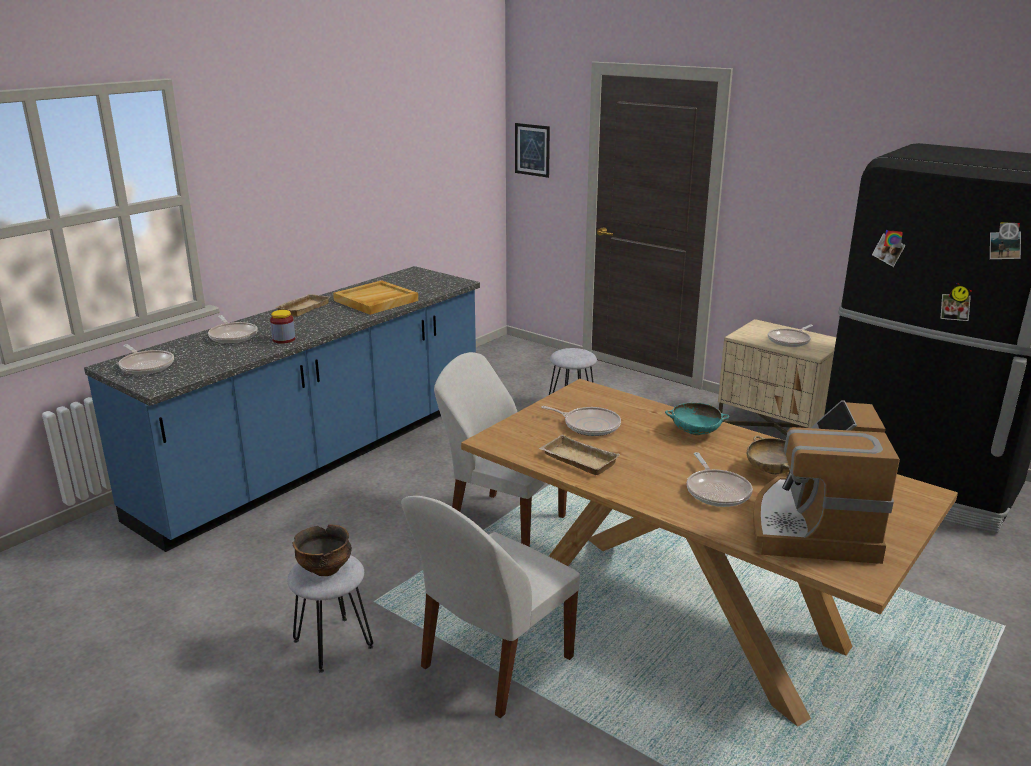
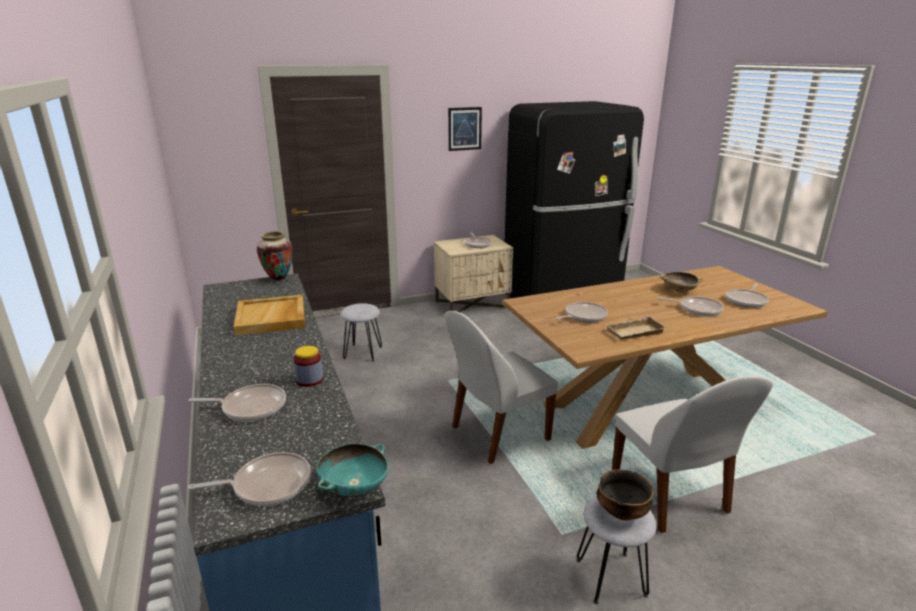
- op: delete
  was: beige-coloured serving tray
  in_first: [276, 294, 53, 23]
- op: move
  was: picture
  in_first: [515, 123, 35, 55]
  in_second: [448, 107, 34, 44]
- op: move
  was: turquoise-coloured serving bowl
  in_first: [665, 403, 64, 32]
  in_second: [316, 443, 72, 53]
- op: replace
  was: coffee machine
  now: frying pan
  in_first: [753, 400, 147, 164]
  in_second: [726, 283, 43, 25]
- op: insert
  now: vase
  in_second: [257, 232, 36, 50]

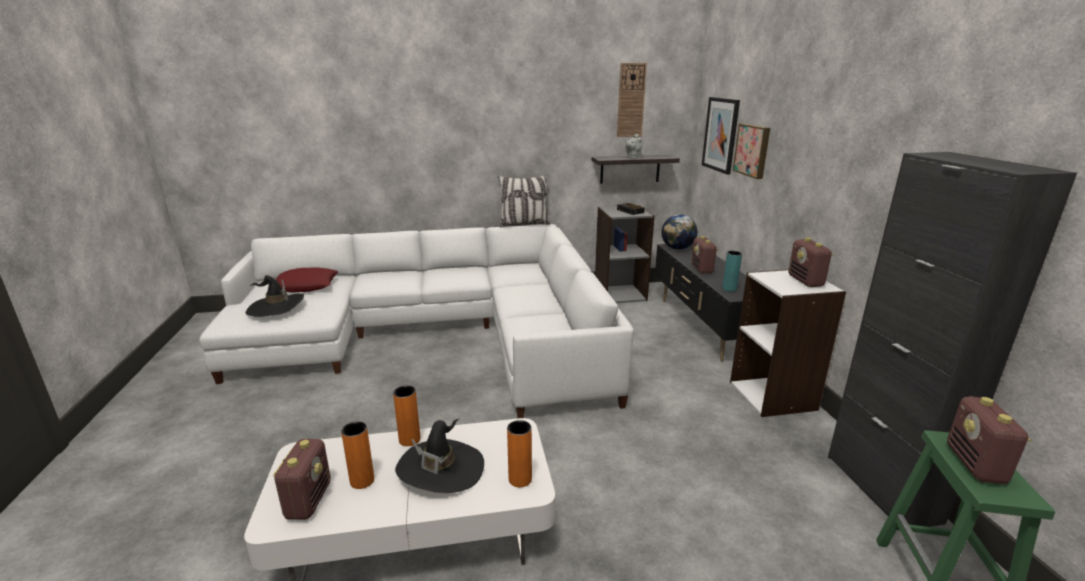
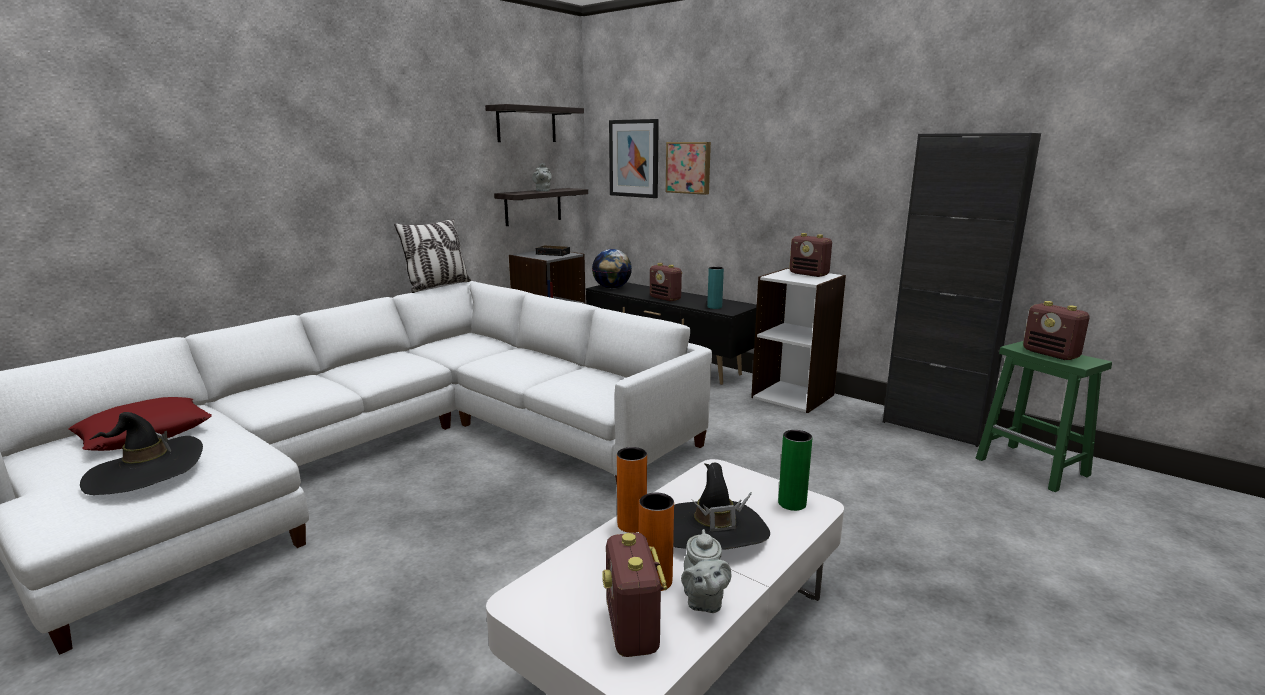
- op: rotate
  was: radio receiver
  in_first: [273, 439, 58, 81]
  in_second: [602, 533, 65, 124]
  clockwise: -150
- op: recolor
  was: orange-coloured vase
  now: greenish vase
  in_first: [507, 420, 25, 67]
  in_second: [778, 430, 35, 81]
- op: replace
  was: clock on the wall
  now: wall shelf
  in_first: [617, 63, 30, 74]
  in_second: [485, 104, 99, 38]
- op: insert
  now: greyish pot for tea
  in_second: [681, 529, 50, 84]

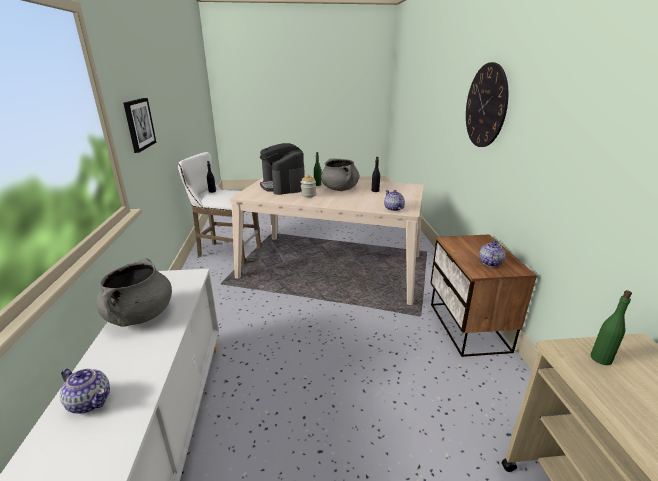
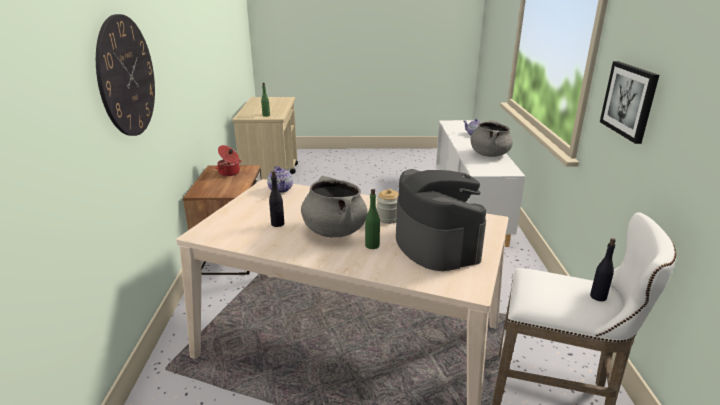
- op: replace
  was: pot for tea
  now: cooking pot
  in_first: [479, 240, 26, 27]
  in_second: [215, 145, 27, 31]

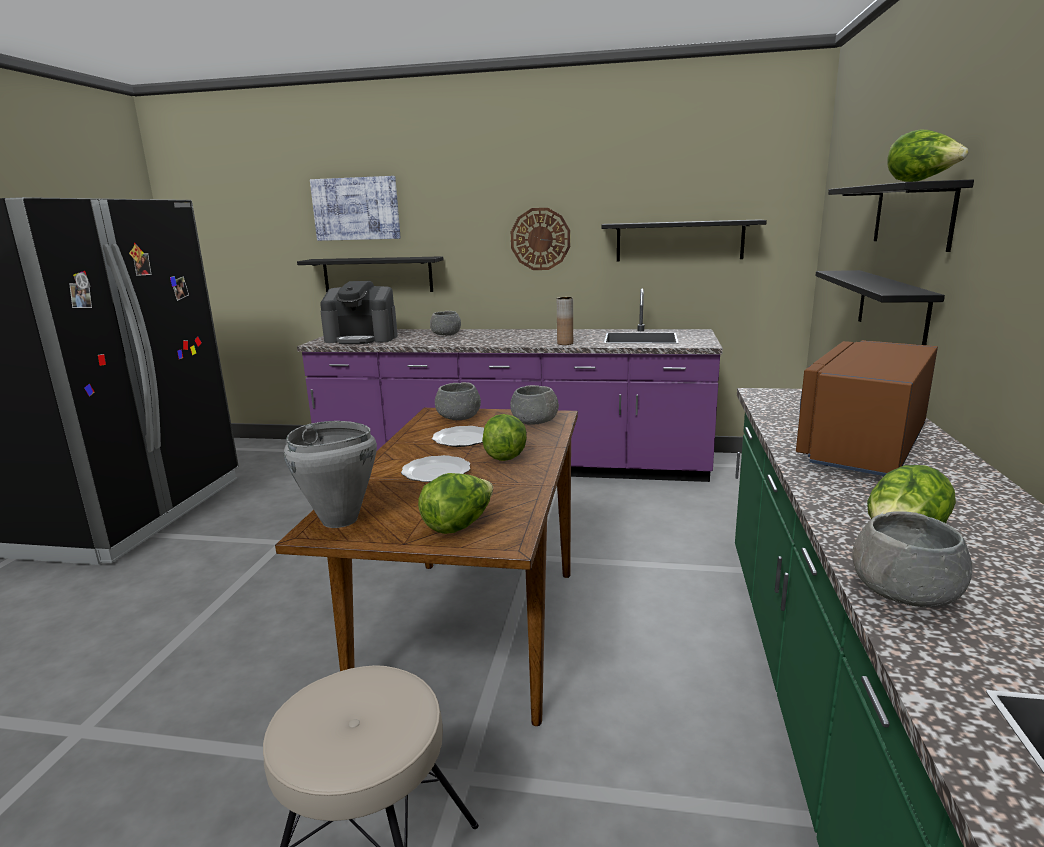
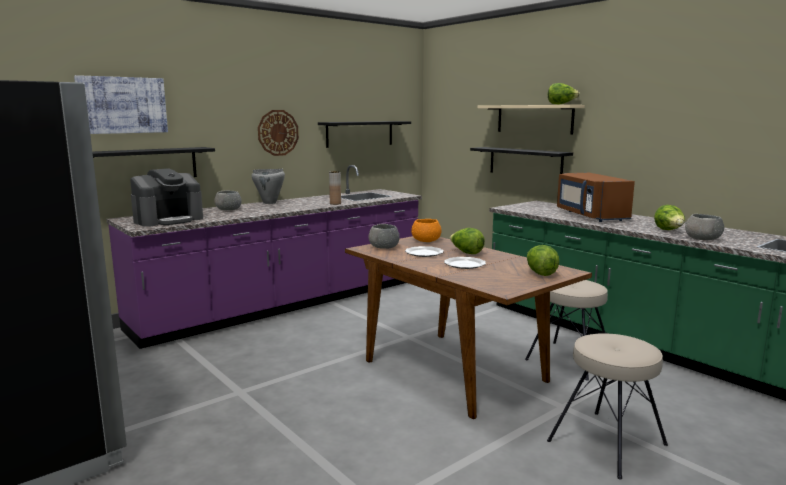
- op: move
  was: greyish cooking pot
  in_first: [284, 421, 93, 107]
  in_second: [252, 169, 33, 35]
- op: recolor
  was: greyish serving bowl
  now: orange-coloured serving bowl
  in_first: [510, 385, 49, 40]
  in_second: [411, 219, 30, 23]
- op: recolor
  was: black-coloured wall shelf
  now: beige-coloured wall shelf
  in_first: [828, 179, 146, 73]
  in_second: [477, 105, 108, 29]
- op: insert
  now: beige-coloured stool
  in_second: [525, 280, 83, 101]

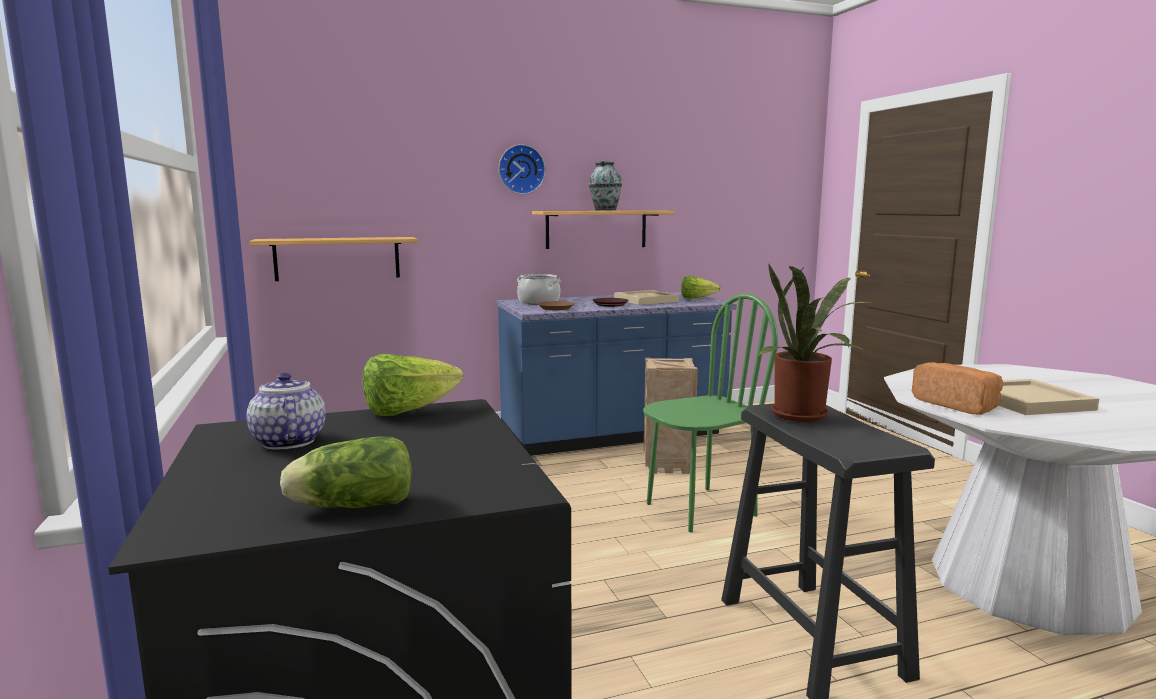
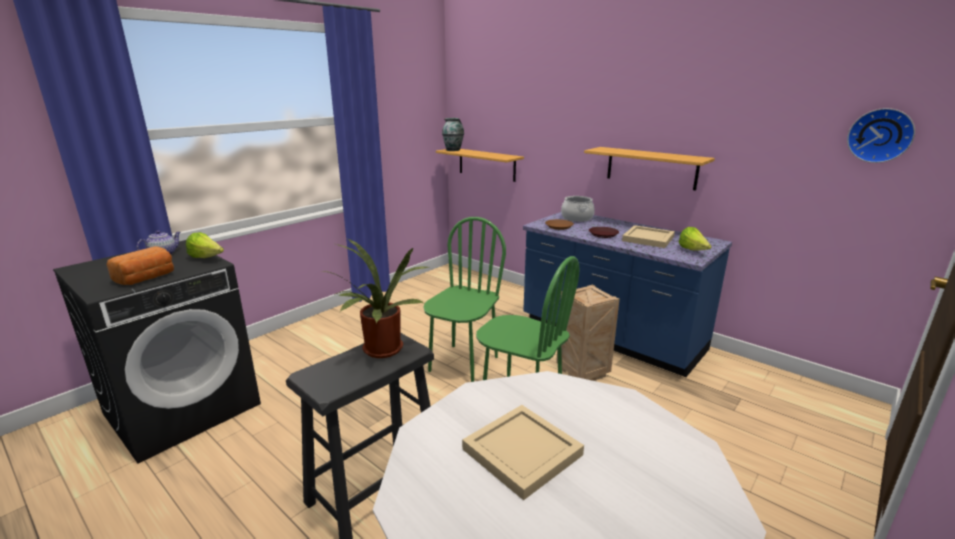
- op: delete
  was: lettuce
  in_first: [280, 436, 132, 72]
- op: move
  was: clock on the wall
  in_first: [498, 144, 48, 50]
  in_second: [847, 108, 68, 55]
- op: move
  was: vase
  in_first: [589, 161, 33, 50]
  in_second: [442, 118, 22, 33]
- op: move
  was: bakery bread
  in_first: [912, 362, 91, 53]
  in_second: [107, 246, 67, 39]
- op: insert
  now: greenish upright chair
  in_second: [423, 217, 83, 165]

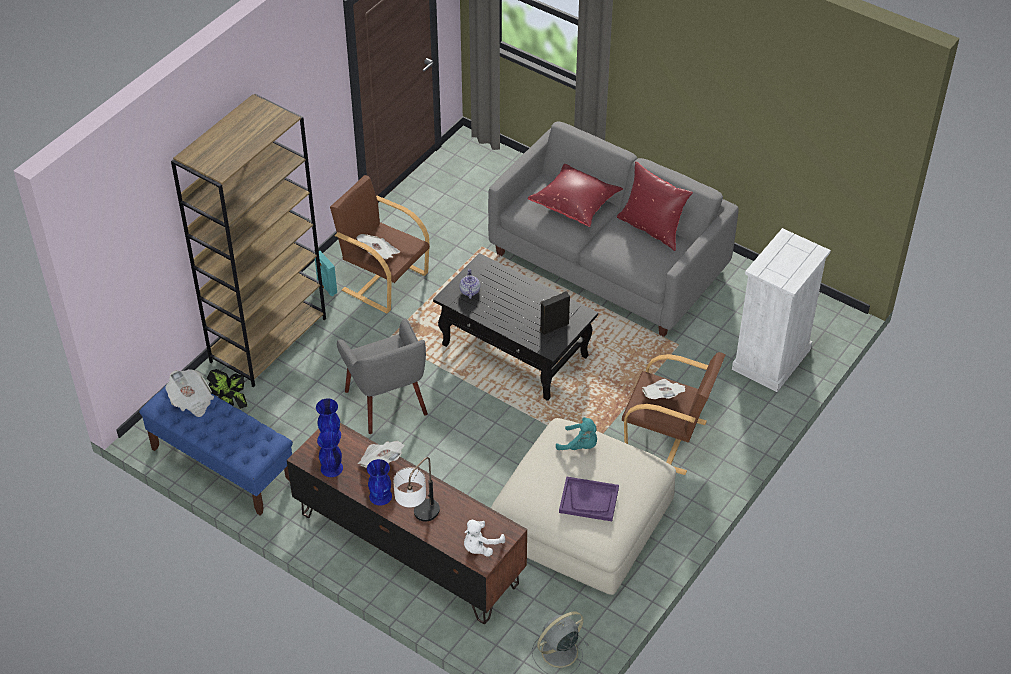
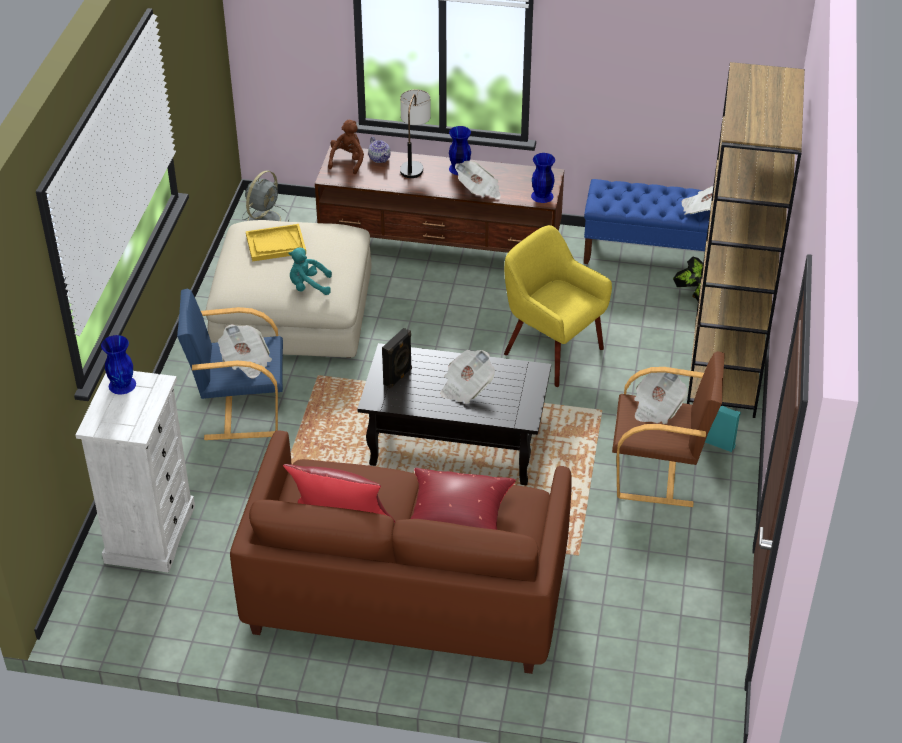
- op: move
  was: bluish vase
  in_first: [317, 431, 26, 46]
  in_second: [101, 335, 35, 60]
- op: recolor
  was: greyish easy chair
  now: yellow-coloured easy chair
  in_first: [337, 319, 91, 115]
  in_second: [504, 225, 108, 162]
- op: move
  was: pot for tea
  in_first: [460, 269, 20, 30]
  in_second: [368, 137, 23, 26]
- op: recolor
  was: white plush toy
  now: brownish plush toy
  in_first: [464, 520, 41, 36]
  in_second: [328, 120, 36, 54]
- op: recolor
  was: greyish couch
  now: brownish couch
  in_first: [488, 121, 251, 216]
  in_second: [230, 430, 342, 244]
- op: recolor
  was: purple serving tray
  now: yellow-coloured serving tray
  in_first: [559, 476, 60, 45]
  in_second: [246, 224, 60, 38]
- op: recolor
  was: brownish easy chair
  now: bluish easy chair
  in_first: [622, 352, 103, 123]
  in_second: [177, 289, 106, 151]
- op: insert
  now: printed paper
  in_second: [440, 350, 55, 53]

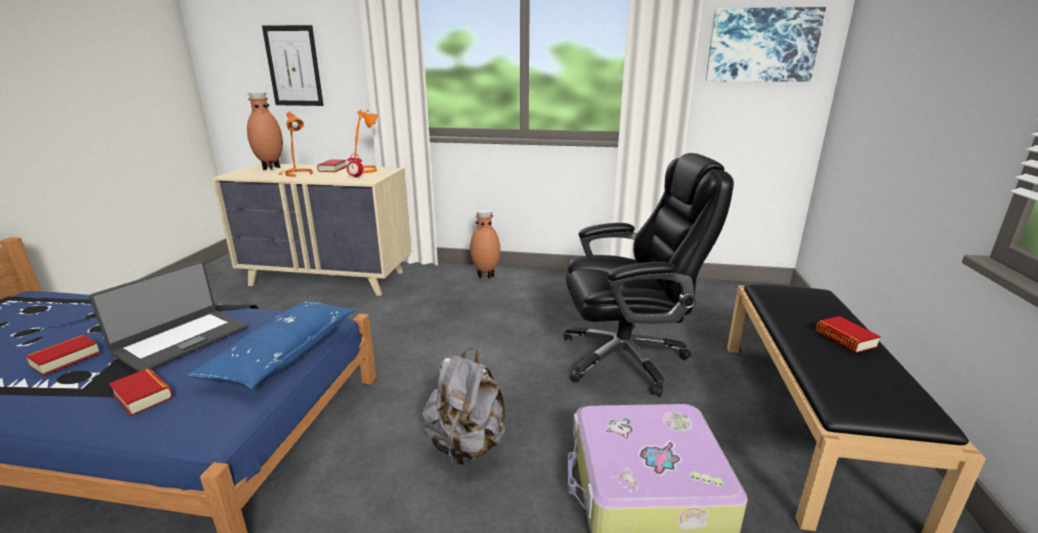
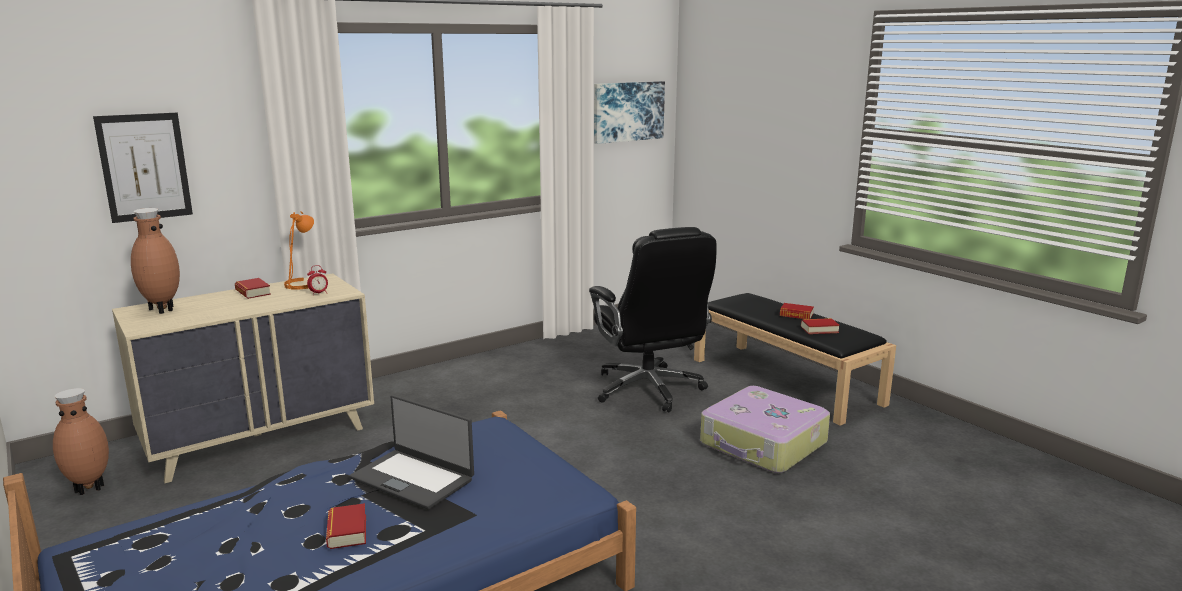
- op: rotate
  was: notebook computer
  in_first: [89, 261, 158, 111]
  in_second: [350, 395, 124, 114]
  clockwise: 135
- op: move
  was: volume
  in_first: [109, 368, 64, 48]
  in_second: [801, 318, 39, 16]
- op: delete
  was: bluish cushion
  in_first: [186, 301, 169, 88]
- op: delete
  was: orange-coloured table lamp
  in_first: [278, 111, 35, 66]
- op: delete
  was: greyish knapsack
  in_first: [422, 347, 83, 118]
- op: move
  was: brownish vase
  in_first: [470, 209, 30, 70]
  in_second: [53, 388, 56, 107]
- op: rotate
  was: black-coloured office chair
  in_first: [564, 153, 170, 244]
  in_second: [589, 227, 128, 185]
  clockwise: 120

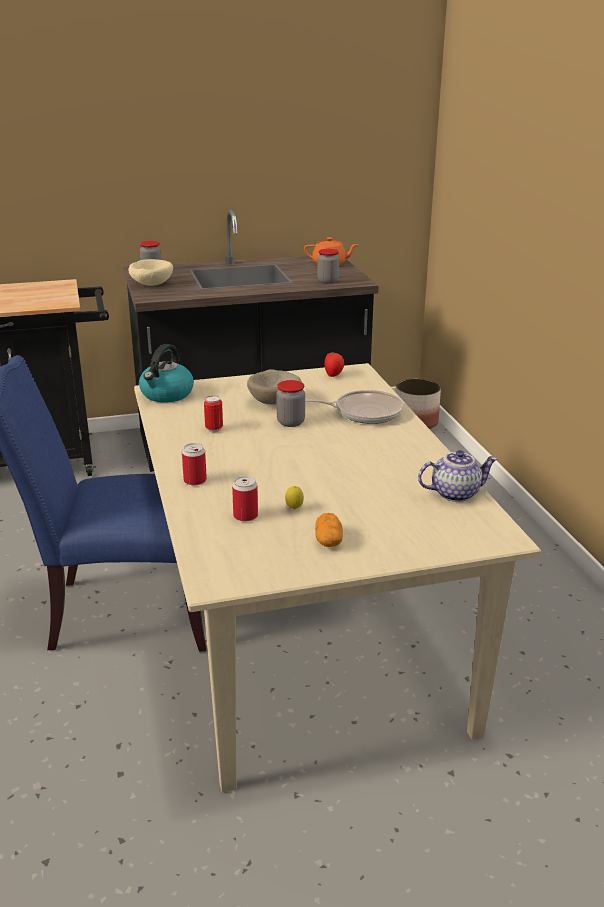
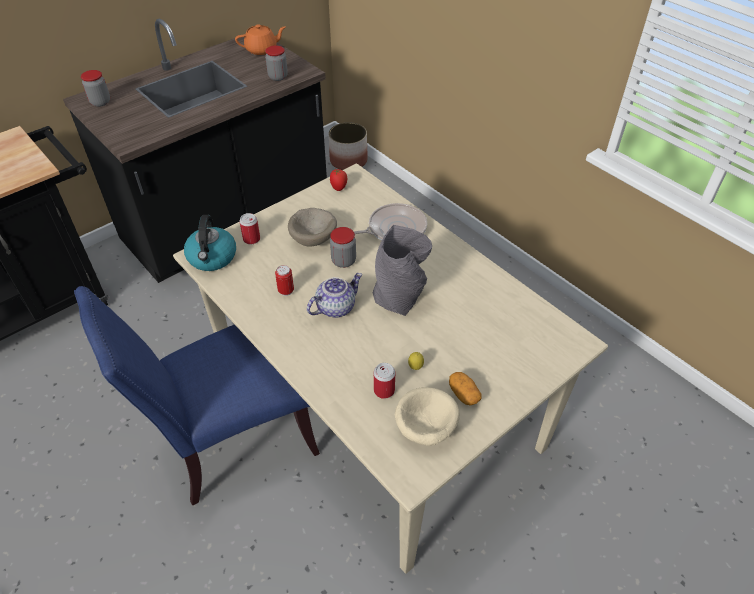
- op: move
  was: beige-coloured serving bowl
  in_first: [129, 259, 44, 27]
  in_second: [395, 387, 65, 59]
- op: move
  was: sealed can
  in_first: [182, 443, 25, 43]
  in_second: [239, 213, 21, 31]
- op: move
  was: pot for tea
  in_first: [418, 450, 80, 52]
  in_second: [307, 273, 55, 45]
- op: insert
  now: greyish vase
  in_second: [373, 225, 59, 91]

